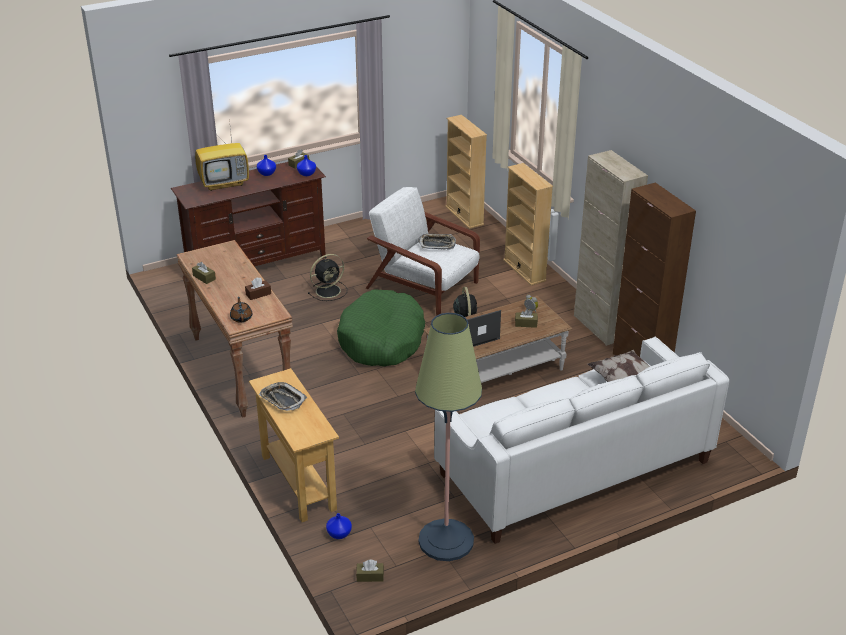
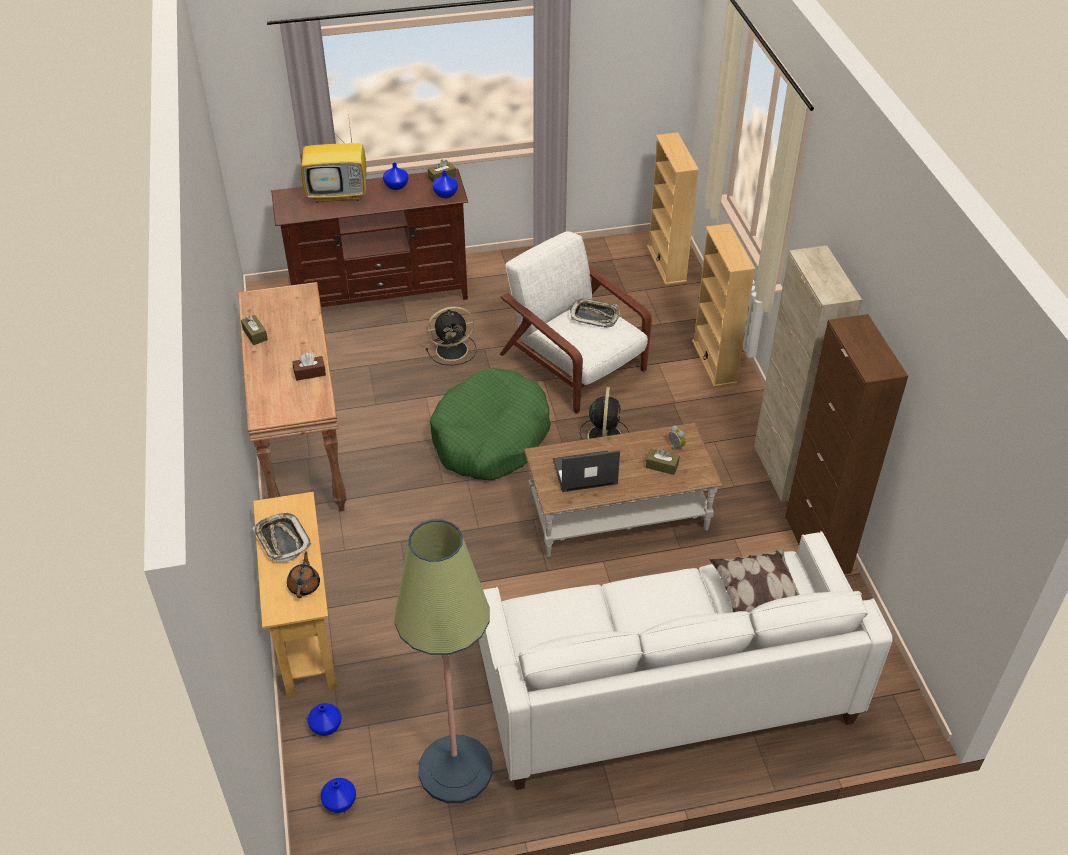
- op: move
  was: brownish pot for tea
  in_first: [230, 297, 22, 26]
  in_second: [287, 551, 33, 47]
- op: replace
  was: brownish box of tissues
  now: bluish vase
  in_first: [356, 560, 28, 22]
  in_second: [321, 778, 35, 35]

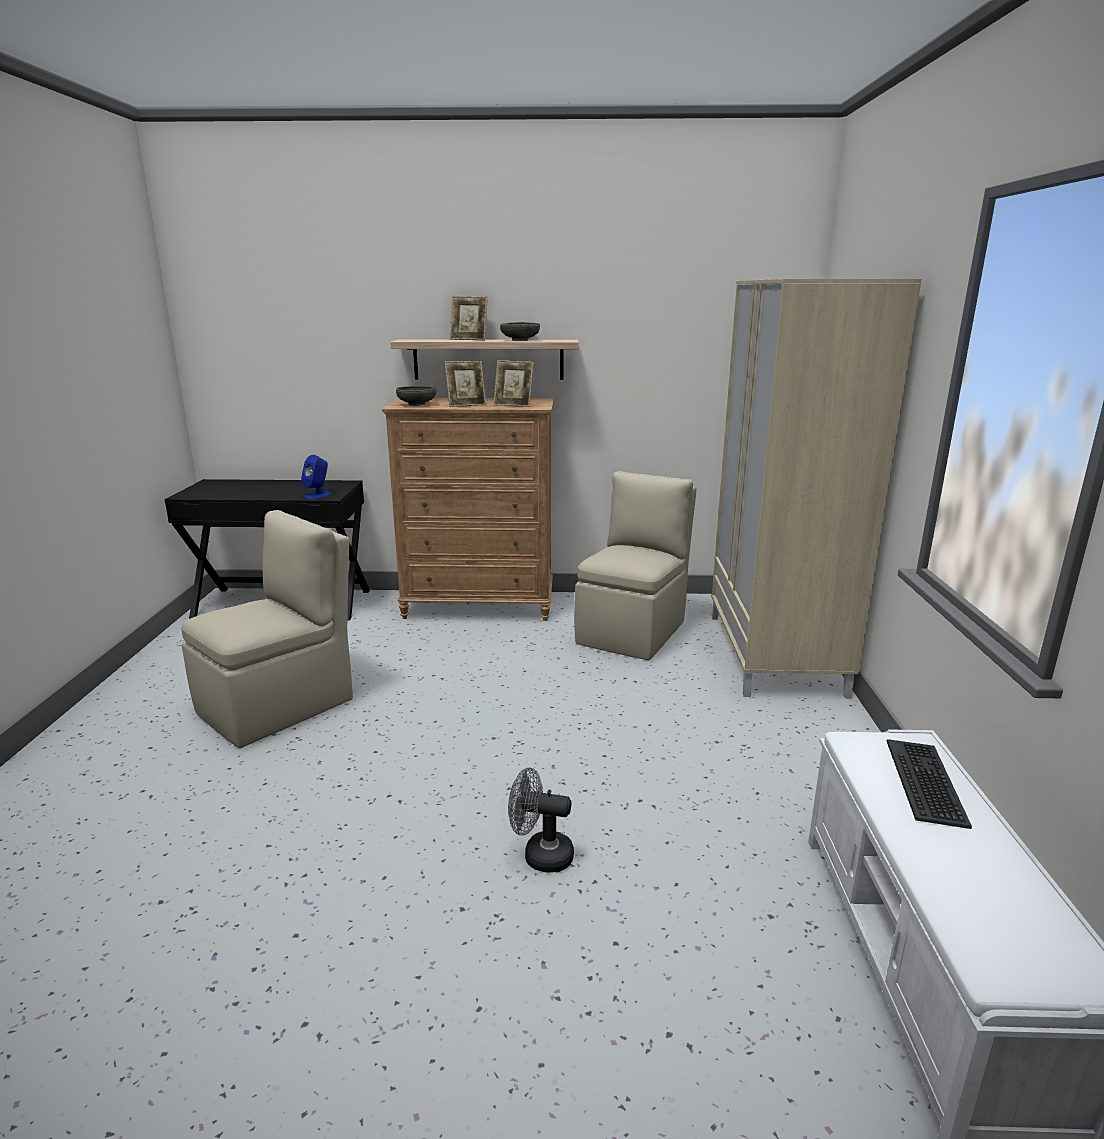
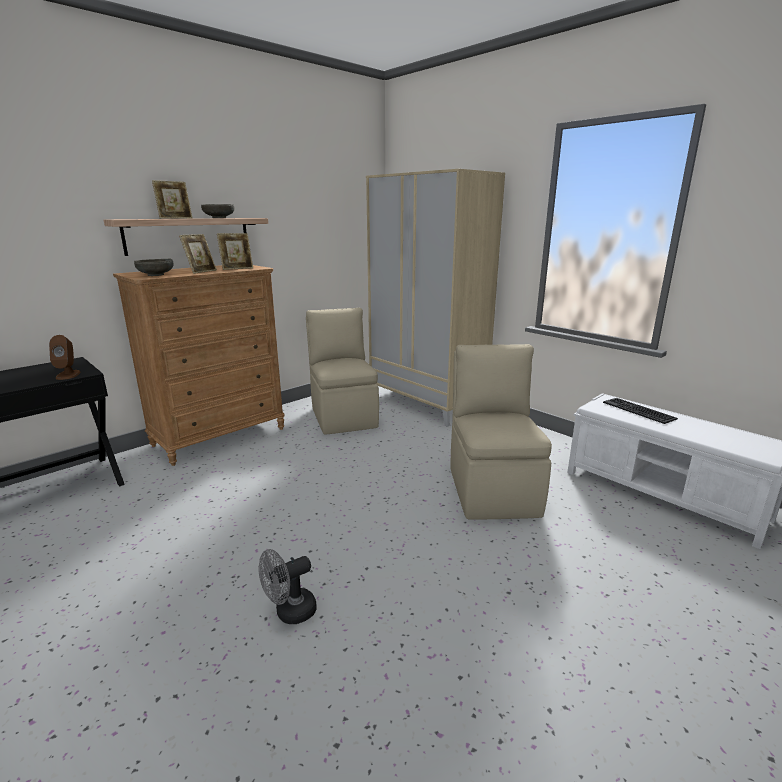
- op: move
  was: beige-coloured upright chair
  in_first: [181, 510, 172, 238]
  in_second: [451, 344, 101, 175]
- op: recolor
  was: bluish speaker
  now: brownish speaker
  in_first: [301, 455, 30, 44]
  in_second: [49, 335, 32, 45]
- op: move
  was: greyish electric fan
  in_first: [508, 767, 66, 106]
  in_second: [258, 549, 58, 75]

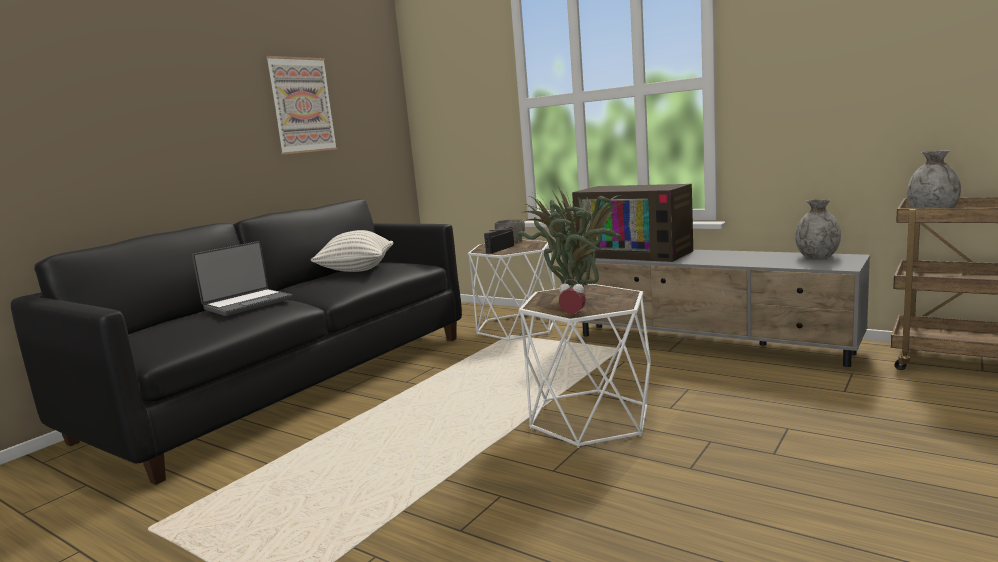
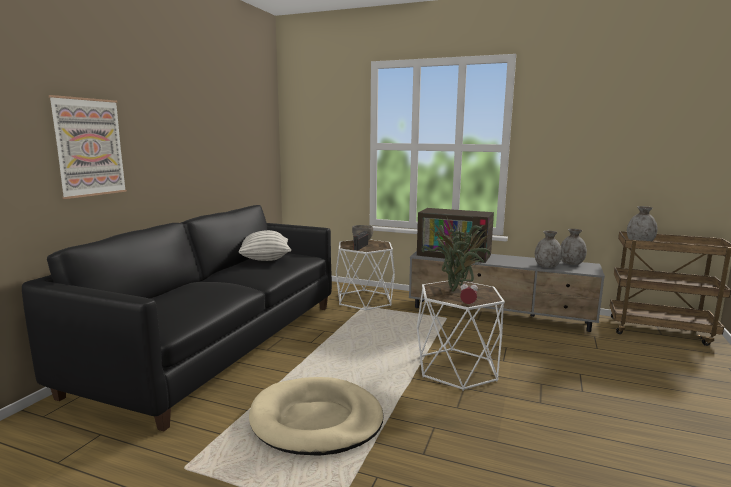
- op: delete
  was: notebook computer
  in_first: [192, 241, 101, 75]
- op: move
  was: picture
  in_first: [266, 56, 71, 99]
  in_second: [49, 95, 78, 104]
- op: insert
  now: beige-coloured pet bed
  in_second: [249, 377, 134, 79]
- op: insert
  now: greyish vase
  in_second: [535, 231, 27, 37]

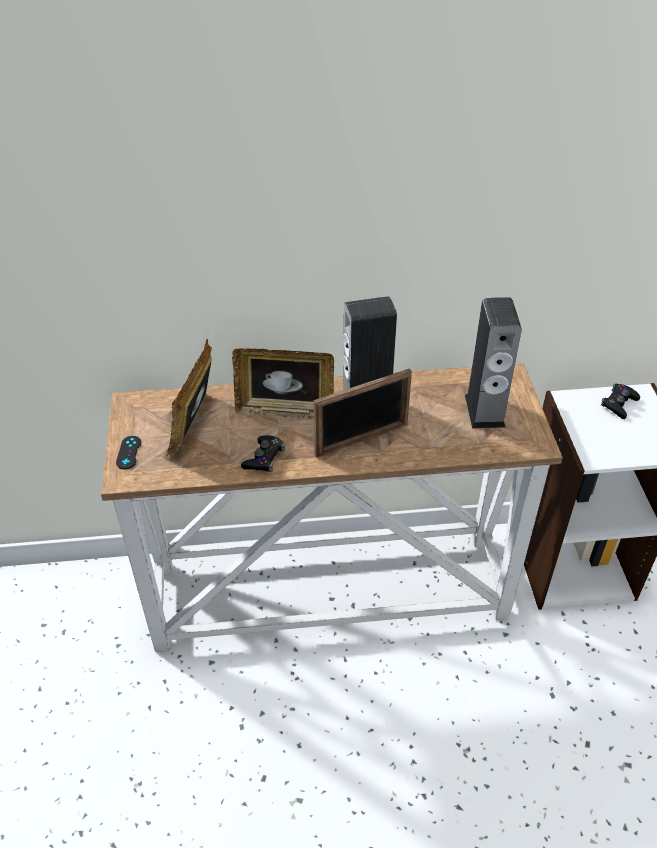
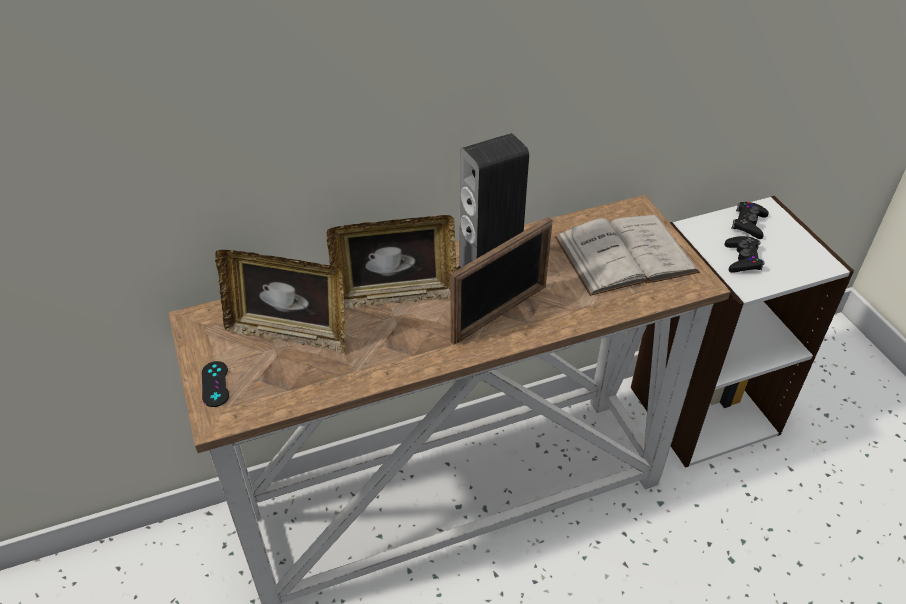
- op: rotate
  was: standing frame
  in_first: [166, 339, 46, 117]
  in_second: [215, 250, 131, 103]
  clockwise: -75
- op: move
  was: black-coloured joypad
  in_first: [241, 436, 44, 36]
  in_second: [725, 236, 40, 37]
- op: replace
  was: speaker
  now: white volume
  in_first: [465, 297, 57, 132]
  in_second: [555, 215, 144, 81]

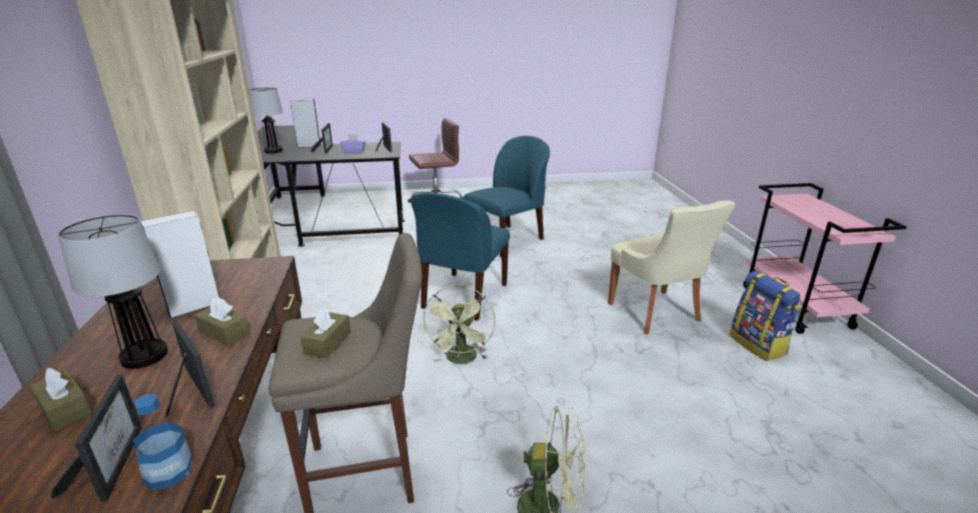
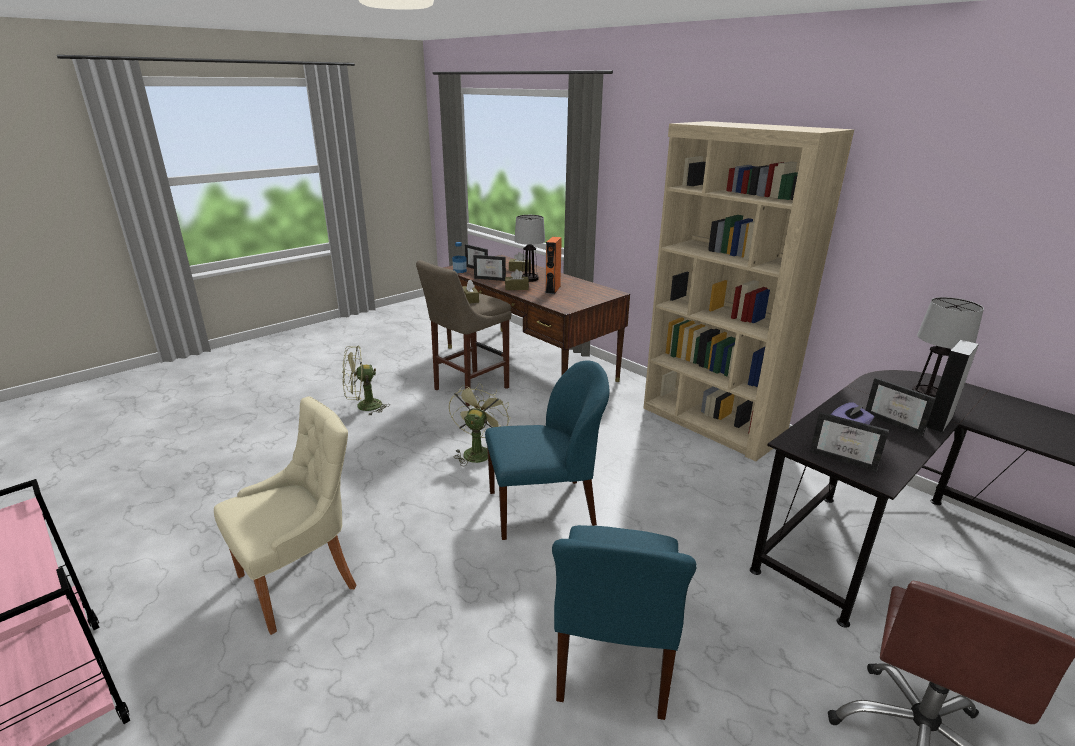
- op: recolor
  was: white speaker
  now: orange-coloured speaker
  in_first: [141, 211, 78, 108]
  in_second: [545, 237, 17, 57]
- op: rotate
  was: bluish upright chair
  in_first: [411, 193, 99, 128]
  in_second: [485, 360, 124, 180]
  clockwise: 90
- op: rotate
  was: greenish electric fan
  in_first: [423, 285, 72, 79]
  in_second: [449, 383, 61, 83]
  clockwise: 45
- op: rotate
  was: beige-coloured upright chair
  in_first: [608, 201, 128, 134]
  in_second: [214, 396, 142, 239]
  clockwise: 105
- op: delete
  was: knapsack
  in_first: [730, 271, 70, 90]

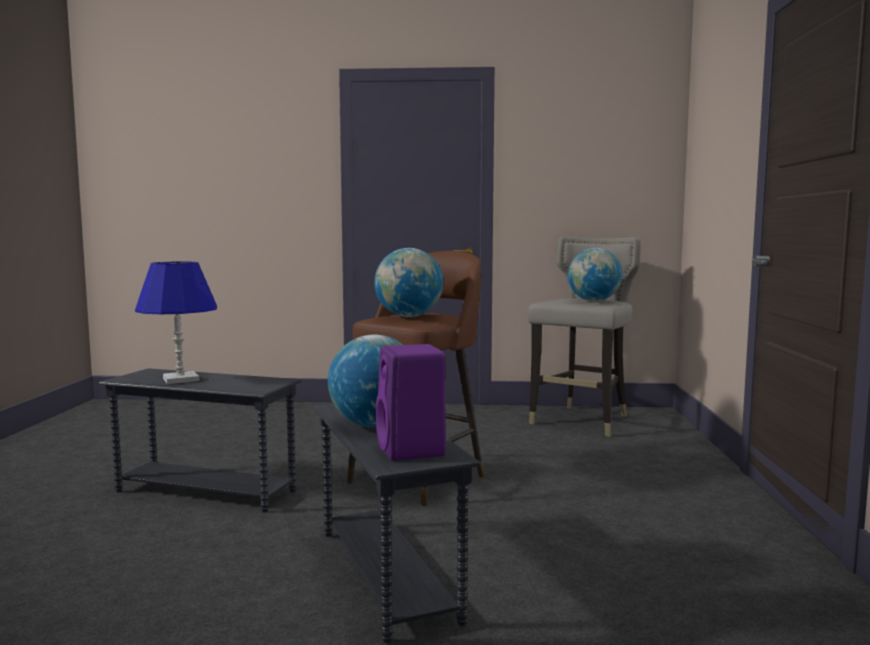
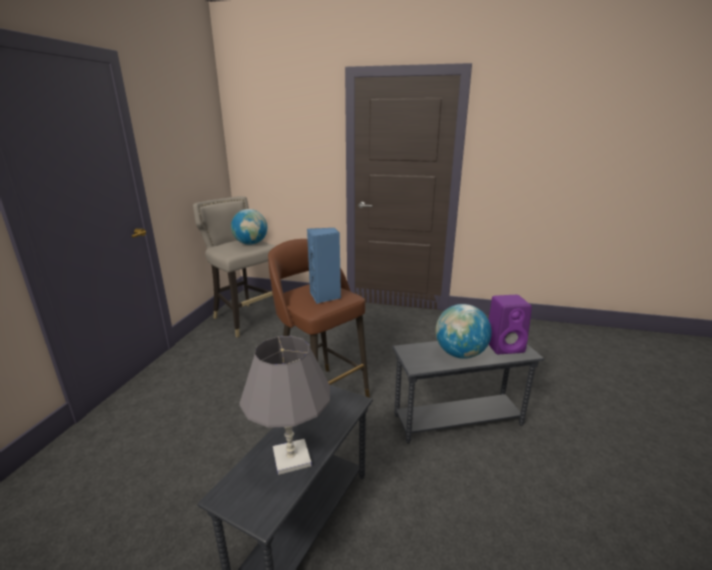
- op: recolor
  was: bluish table lamp
  now: greyish table lamp
  in_first: [135, 262, 82, 122]
  in_second: [239, 336, 91, 139]
- op: replace
  was: globe
  now: bluish speaker
  in_first: [374, 248, 70, 69]
  in_second: [307, 228, 34, 76]

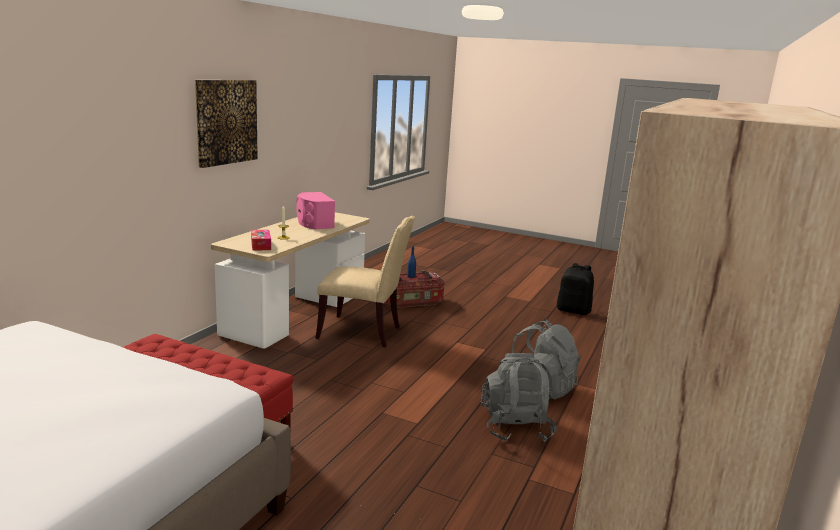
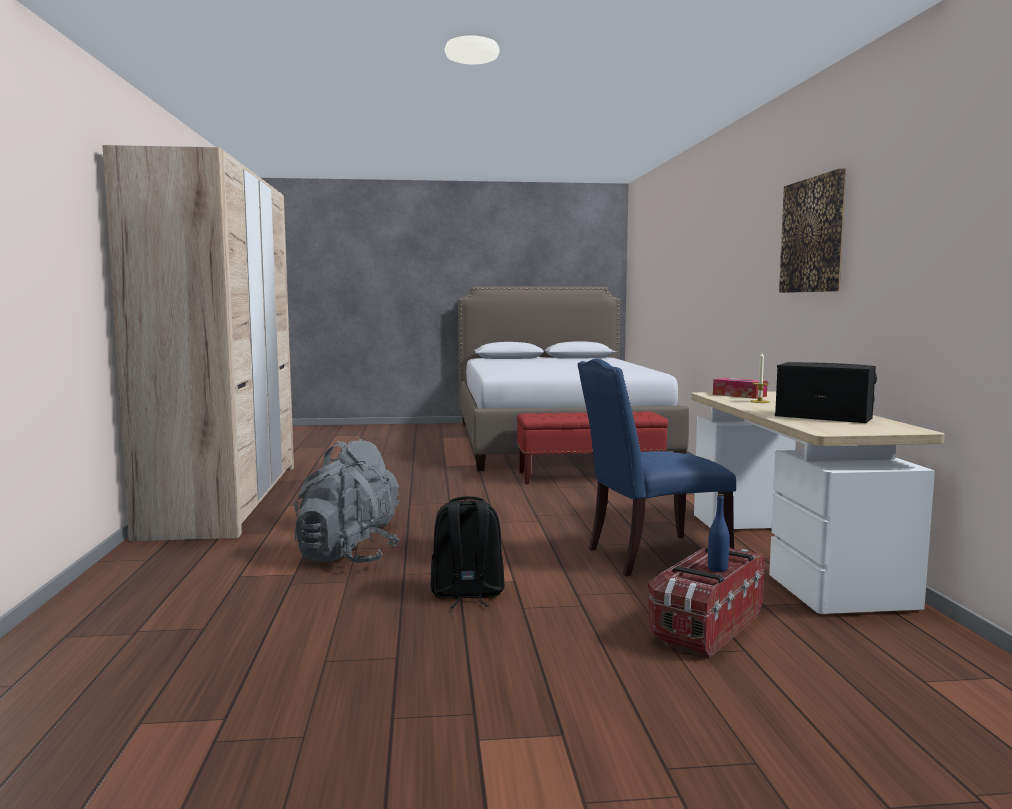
- op: recolor
  was: pinkish speaker
  now: black-coloured speaker
  in_first: [296, 192, 39, 37]
  in_second: [775, 362, 102, 61]
- op: recolor
  was: beige-coloured upright chair
  now: bluish upright chair
  in_first: [315, 216, 100, 132]
  in_second: [578, 358, 158, 218]
- op: move
  was: black-coloured knapsack
  in_first: [557, 263, 37, 52]
  in_second: [430, 496, 74, 112]

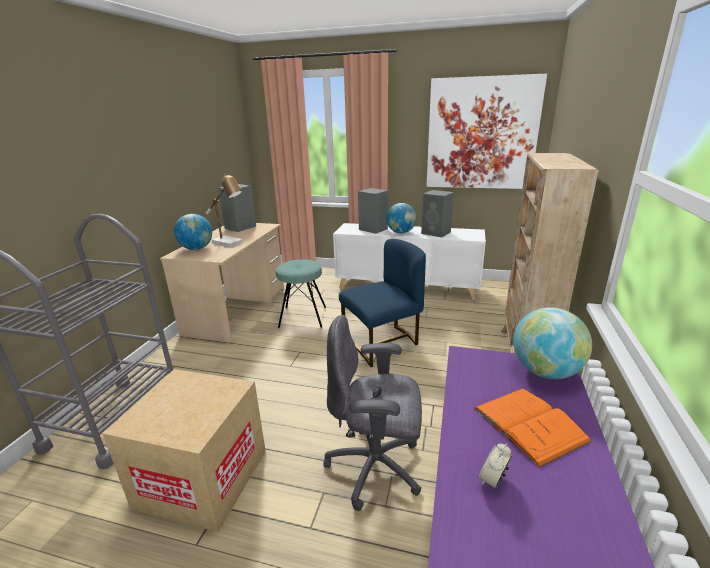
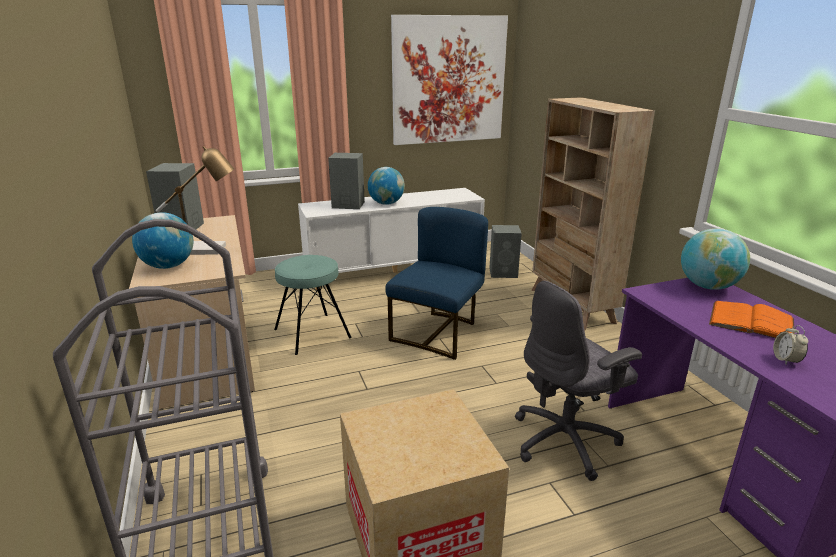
- op: move
  was: greyish speaker
  in_first: [421, 190, 33, 47]
  in_second: [489, 225, 33, 53]

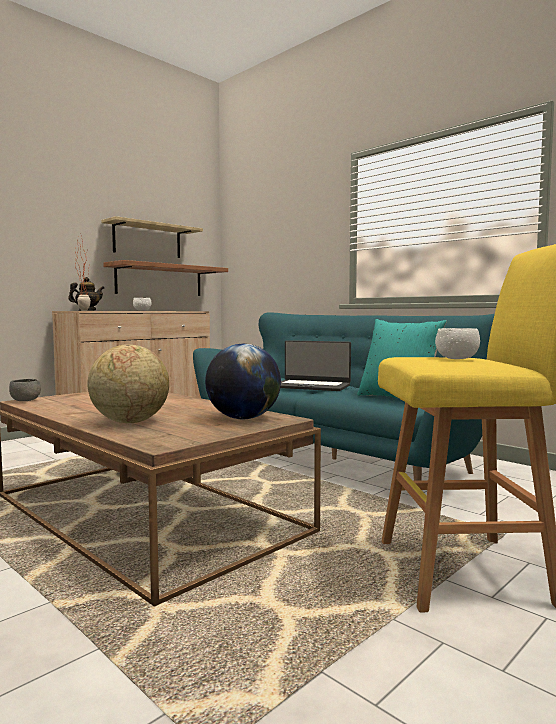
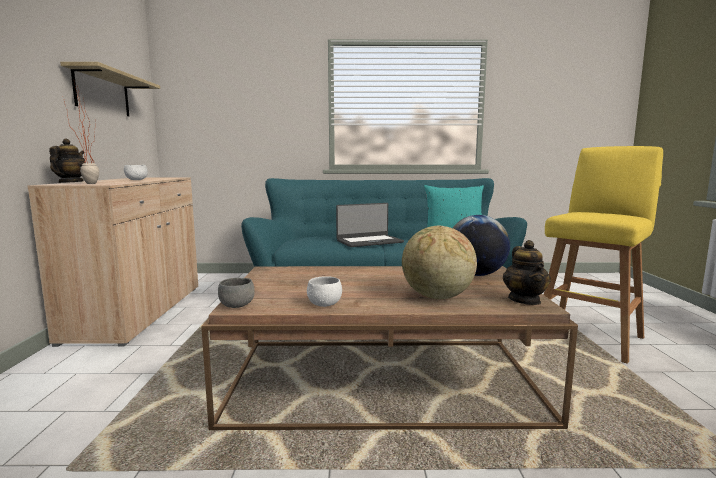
- op: delete
  was: wall shelf
  in_first: [103, 260, 125, 36]
- op: move
  was: white serving bowl
  in_first: [435, 328, 45, 31]
  in_second: [307, 276, 35, 31]
- op: insert
  now: pot for tea
  in_second: [503, 240, 48, 65]

